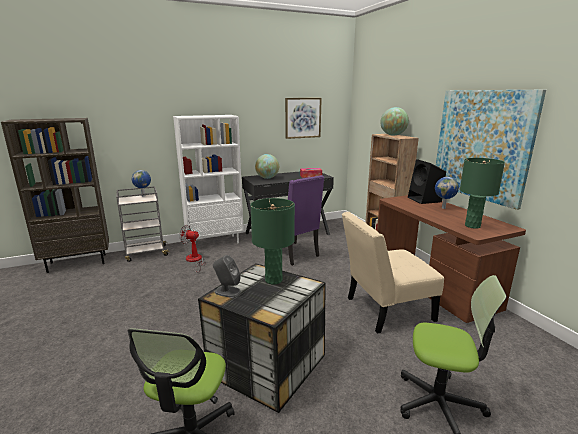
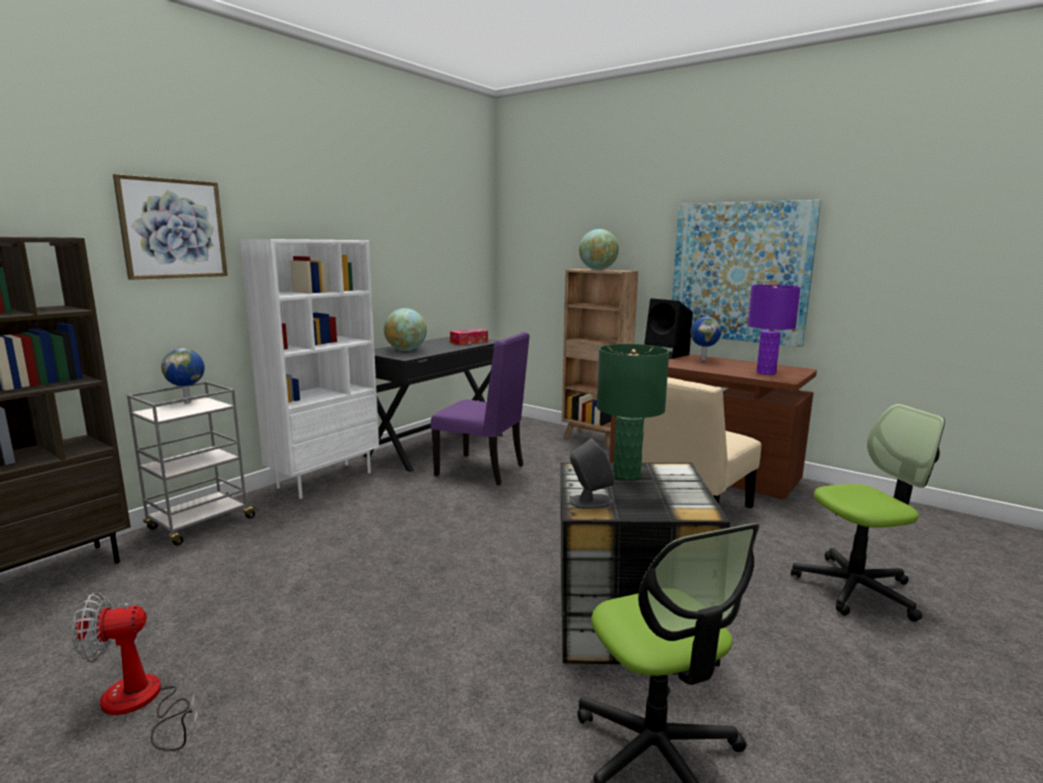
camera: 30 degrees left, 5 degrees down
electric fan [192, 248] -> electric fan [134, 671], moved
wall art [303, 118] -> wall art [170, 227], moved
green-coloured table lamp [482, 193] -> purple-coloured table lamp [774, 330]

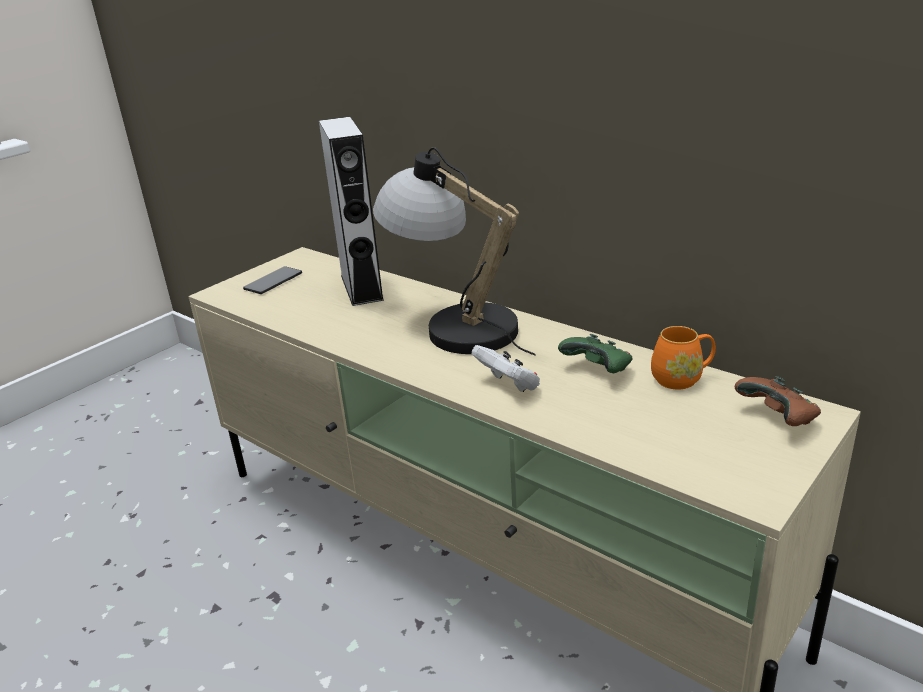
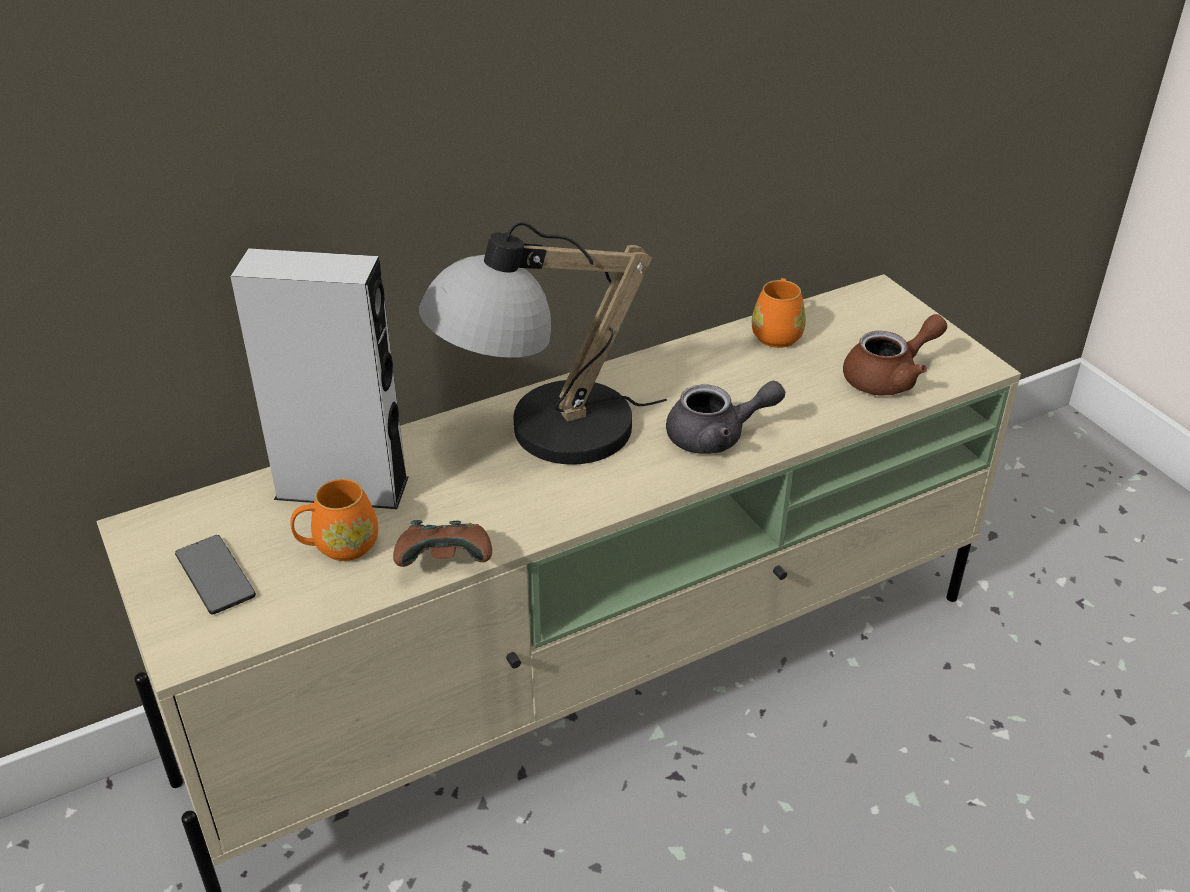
camera: 70 degrees left, 10 degrees up
white-coloured game controller [506, 368] -> greyish pot for tea [725, 417]
green-coloured game controller [595, 353] -> none
brown game controller [778, 401] -> brown game controller [442, 543], moved
none -> orangey coffee mug [334, 520]
none -> brown pot for tea [895, 355]

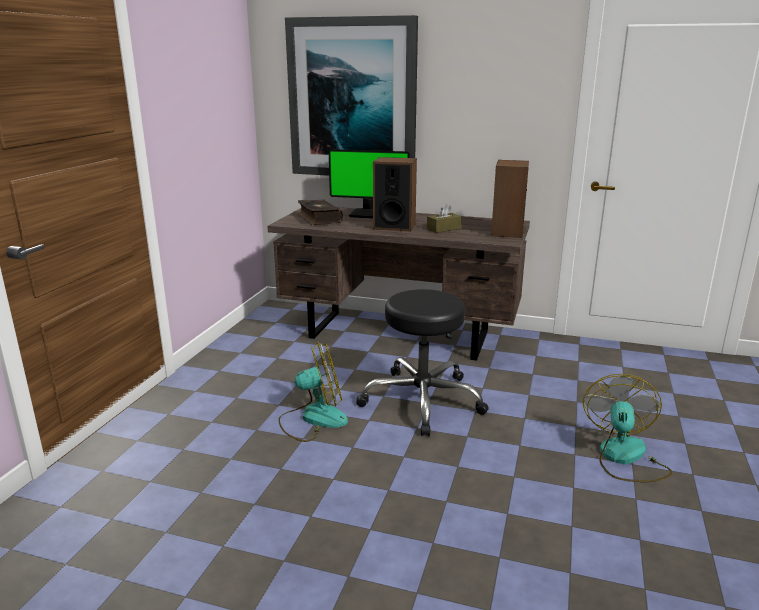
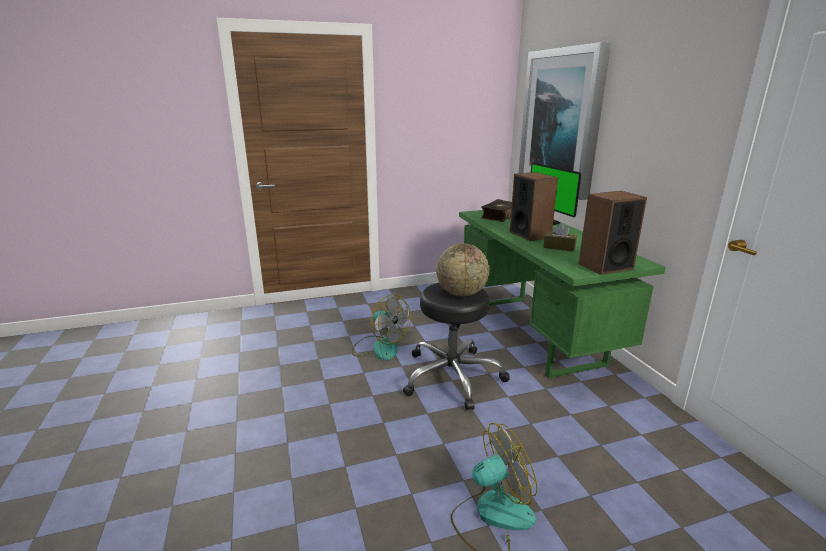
camera: 55 degrees right, 0 degrees up
brown desk unit [398, 284] -> green-coloured desk unit [562, 294]
none -> world globe [463, 270]

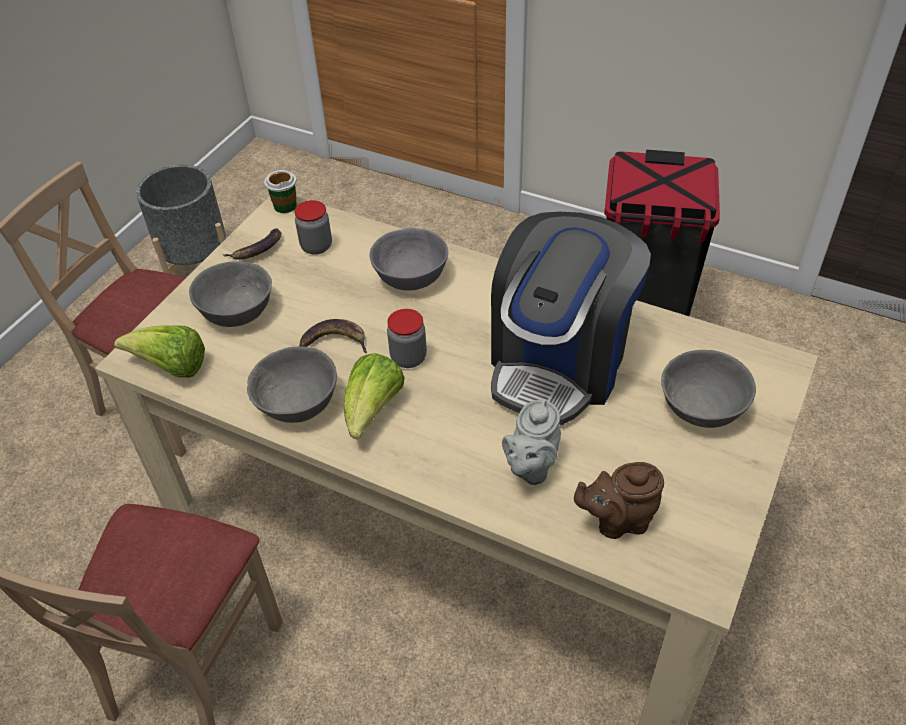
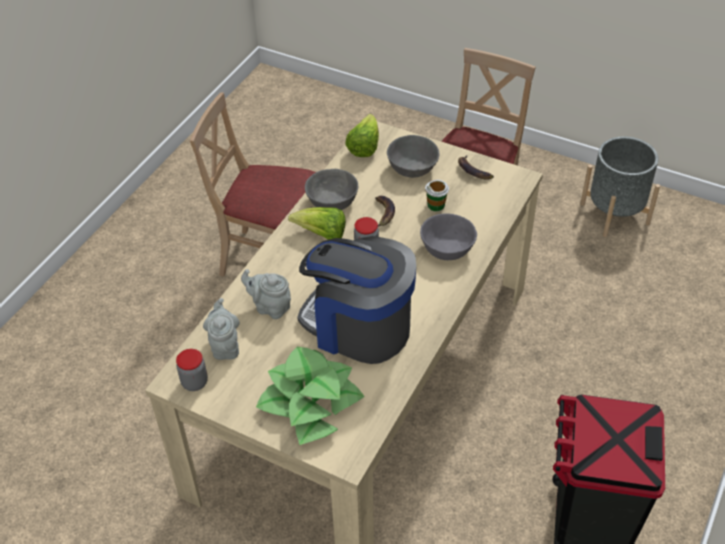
camera: 90 degrees right, 0 degrees up
cup [280, 191] -> cup [437, 195], moved
storage jar [313, 227] -> storage jar [192, 370], moved
brown pot for tea [619, 500] -> greyish pot for tea [221, 329]
greyish bowl [708, 389] -> houseplant [310, 396]

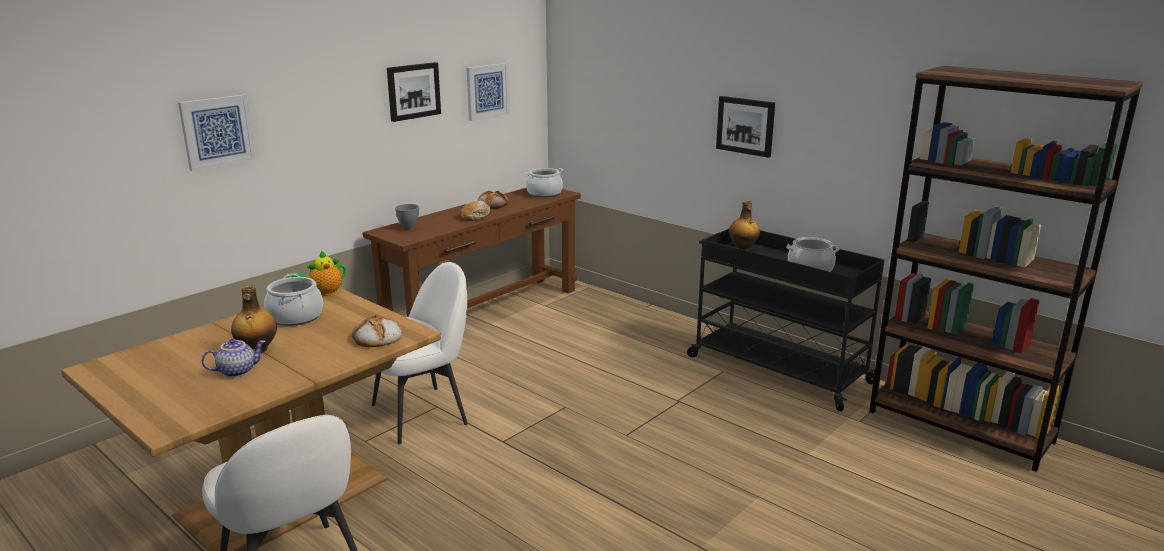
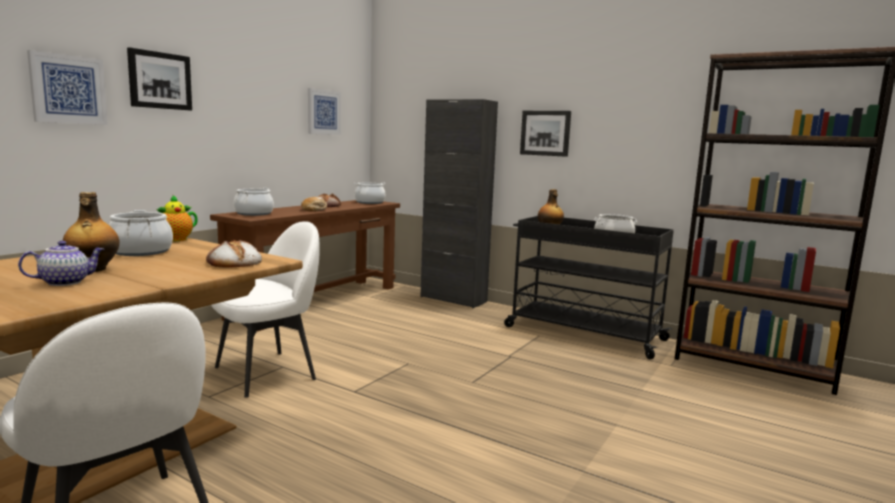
camera: 10 degrees left, 10 degrees down
wall art [414, 92] -> wall art [159, 78], moved
greyish bowl [407, 217] -> stockpot [254, 202]
none -> black-coloured cabinet [459, 203]

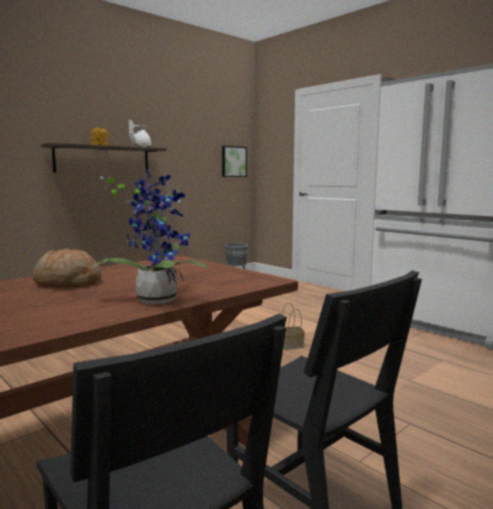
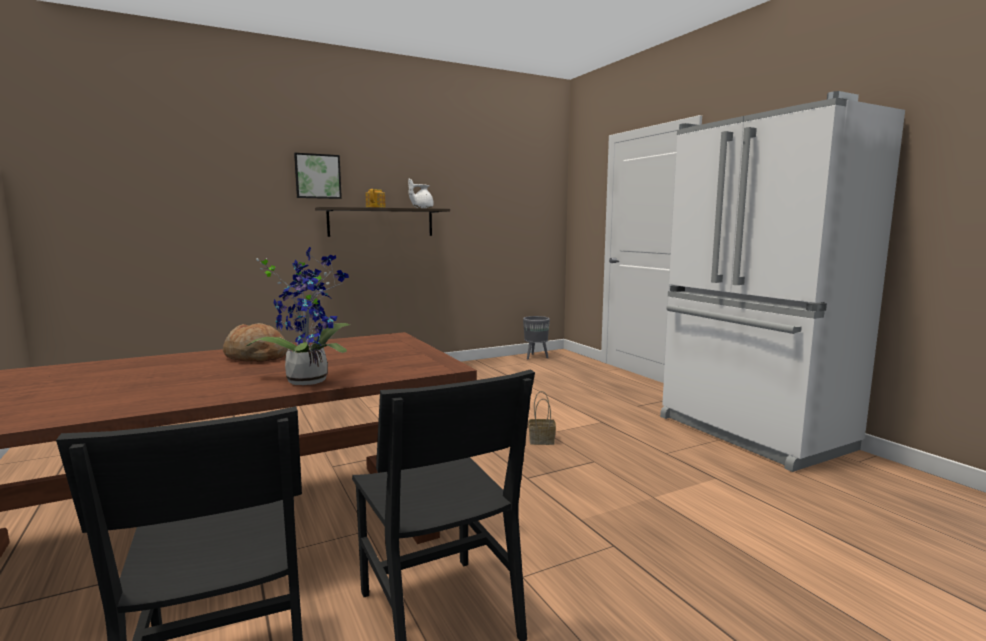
camera: 15 degrees right, 0 degrees up
wall art [234, 161] -> wall art [318, 176], moved

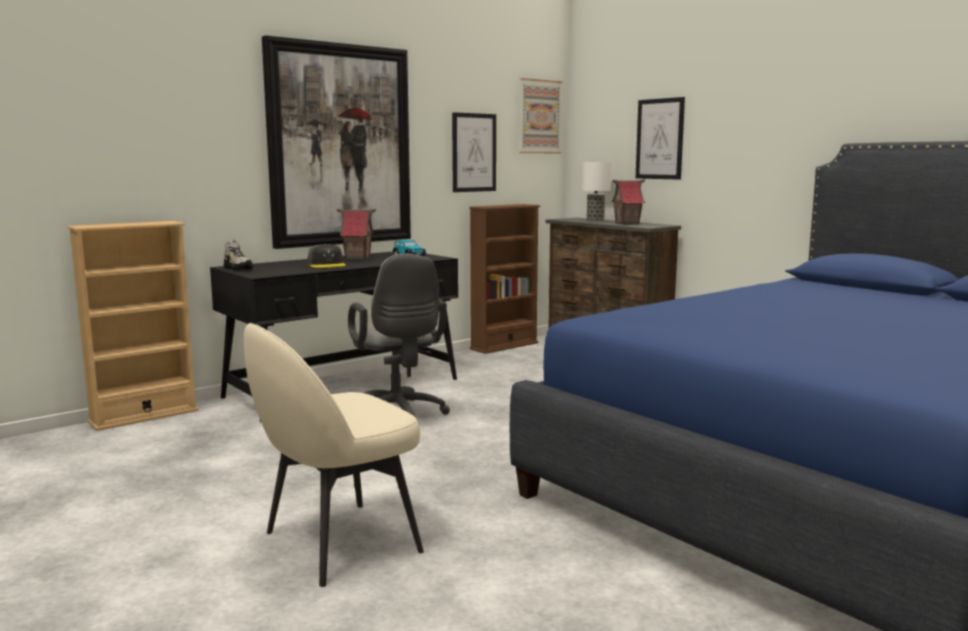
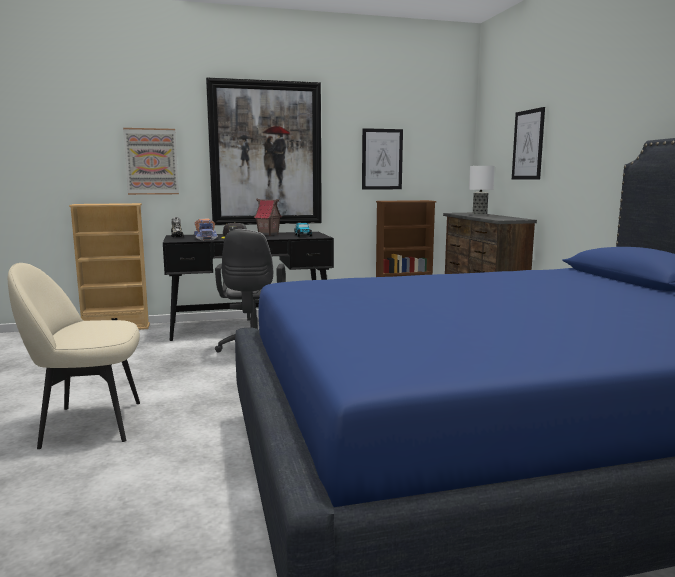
camera: 25 degrees right, 0 degrees up
wall art [541, 115] -> wall art [151, 161], moved
model house [628, 202] -> none
none -> model truck [206, 229]

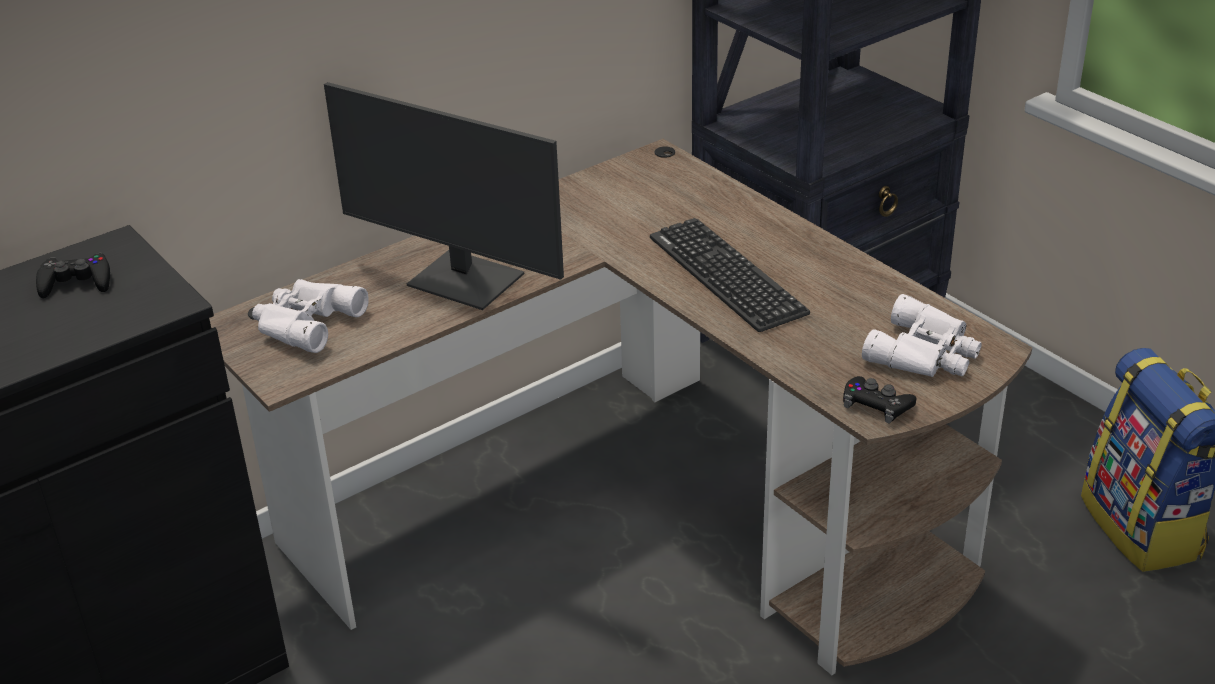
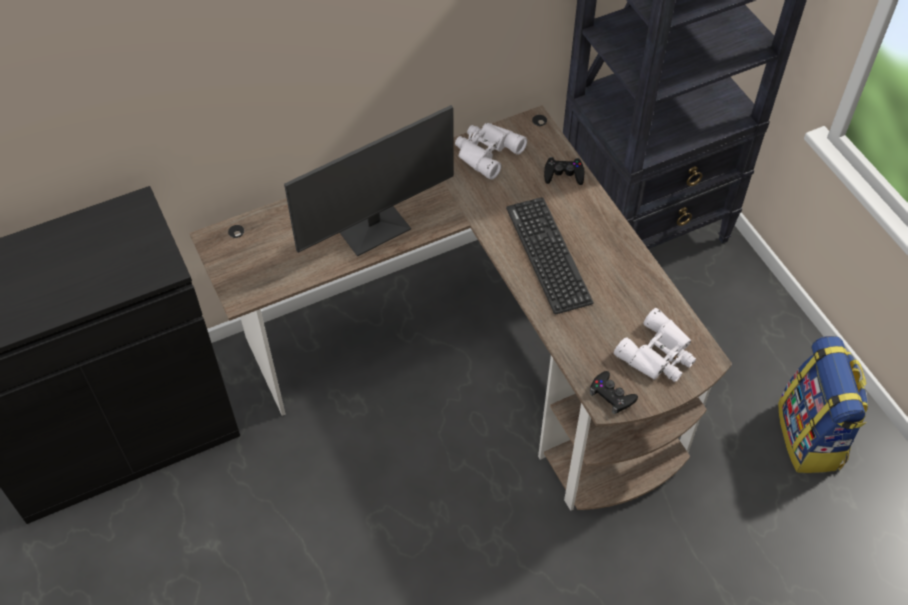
camera: 10 degrees right, 20 degrees up
black-coloured game controller [73, 275] -> black-coloured game controller [564, 171], moved
white-coloured field glasses [310, 316] -> white-coloured field glasses [491, 151], moved
computer screen [444, 196] -> computer screen [368, 180], 75 degrees counterclockwise

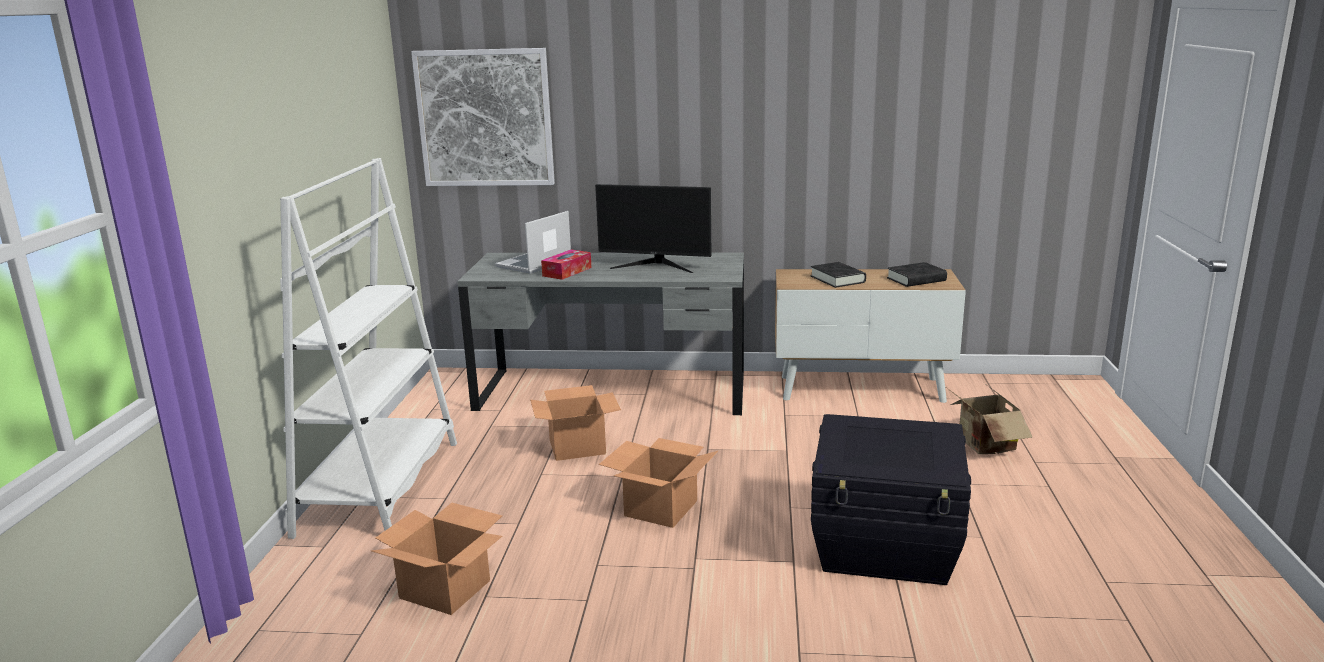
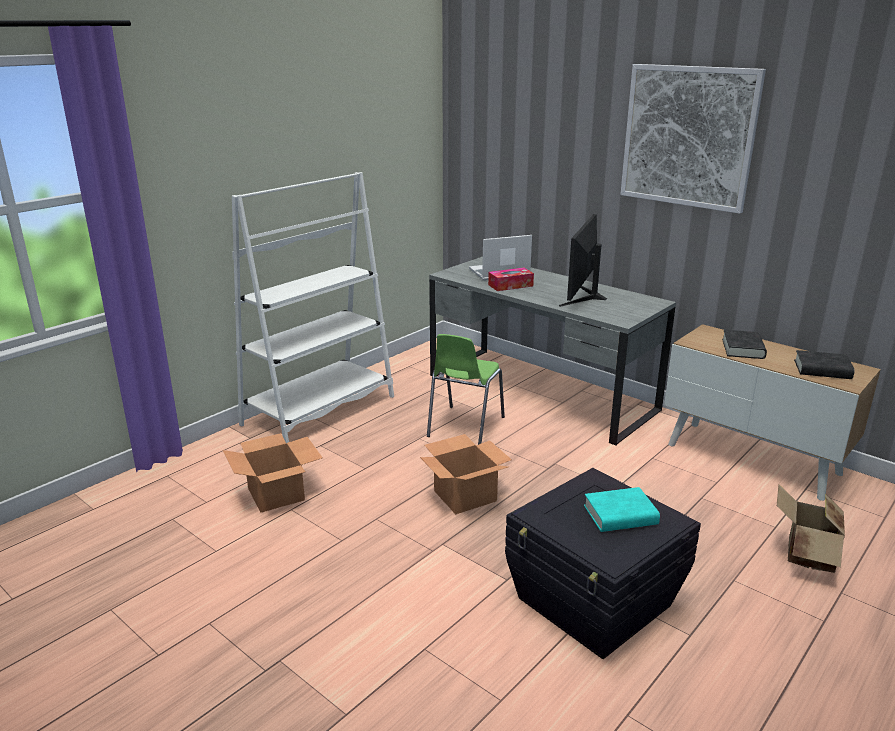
camera: 35 degrees right, 5 degrees up
wall art [483, 117] -> wall art [693, 139], moved
carton [575, 423] -> green-coloured plain chair [466, 389]
computer screen [653, 228] -> computer screen [583, 260], 60 degrees clockwise
none -> turquoise-coloured volume [622, 509]

